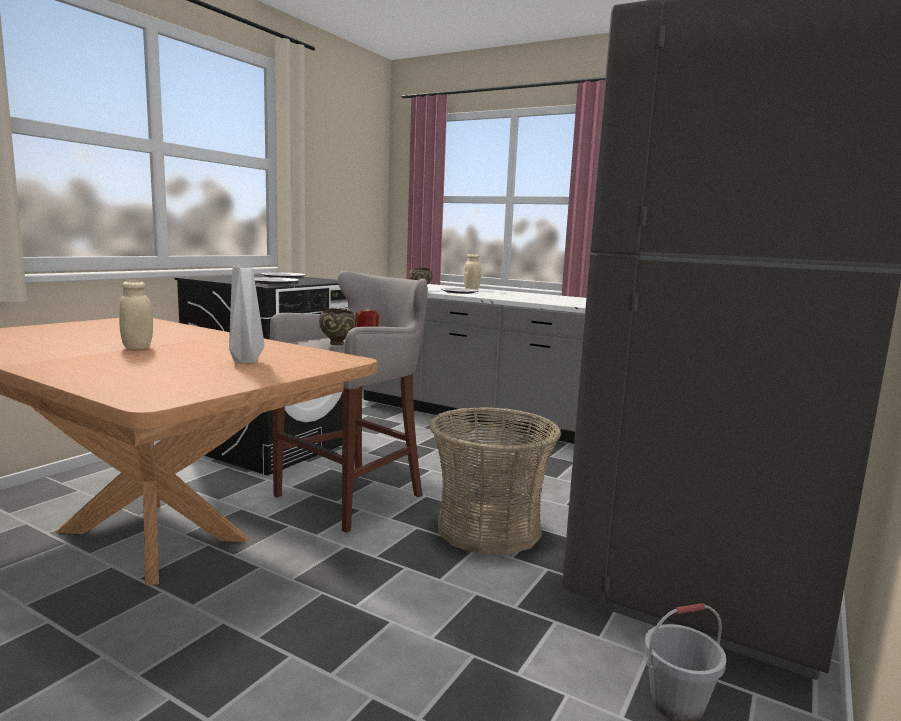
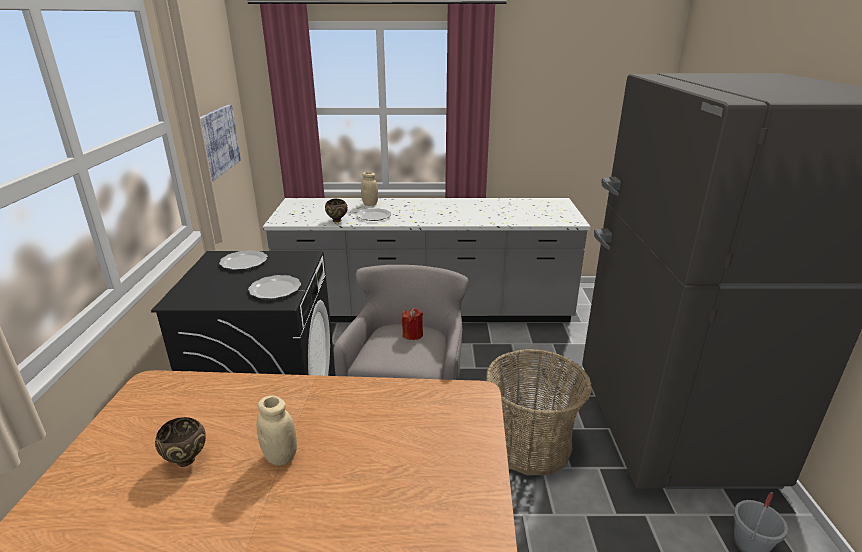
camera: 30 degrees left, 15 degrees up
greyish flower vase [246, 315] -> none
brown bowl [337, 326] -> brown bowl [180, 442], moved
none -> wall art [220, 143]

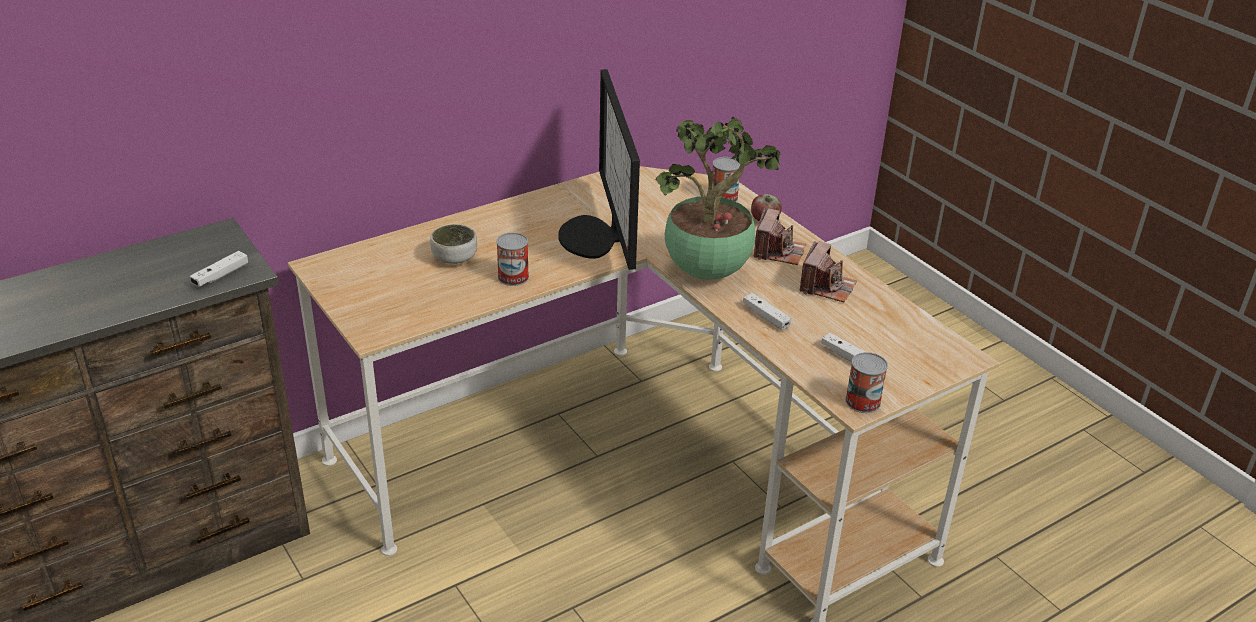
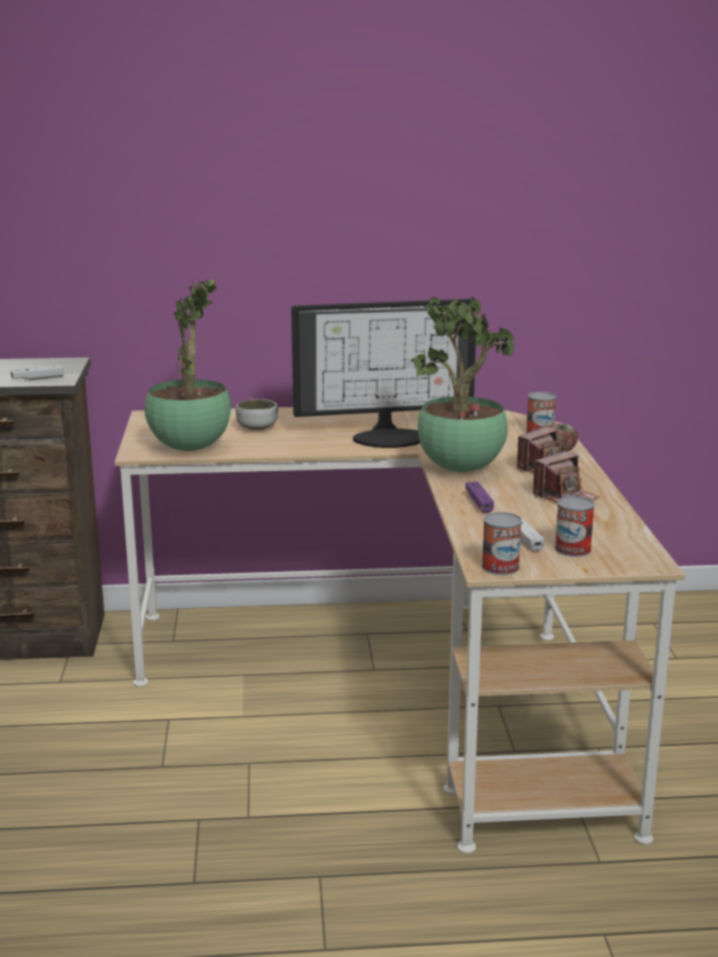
camera: 30 degrees right, 15 degrees down
can [512, 259] -> can [575, 526], moved
computer screen [599, 169] -> computer screen [383, 373], 120 degrees counterclockwise
white-coloured game controller [767, 311] -> purple-coloured game controller [479, 497]
none -> houseplant [187, 364]

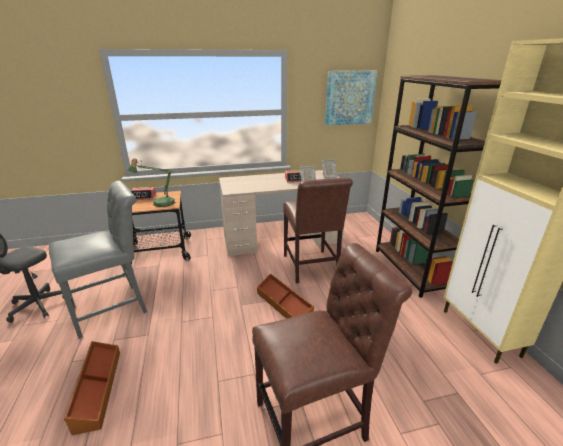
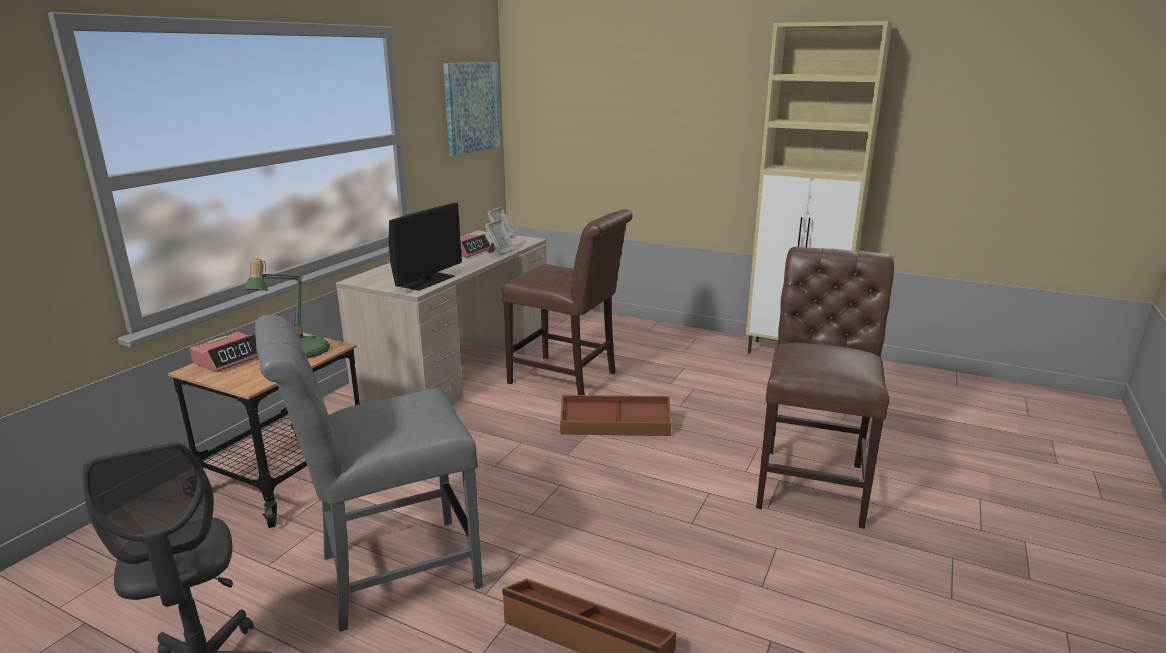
camera: 50 degrees left, 5 degrees down
greyish plain chair [98, 260] -> greyish plain chair [369, 473], 120 degrees counterclockwise
brown bookcase [438, 186] -> none
none -> computer screen [425, 247]

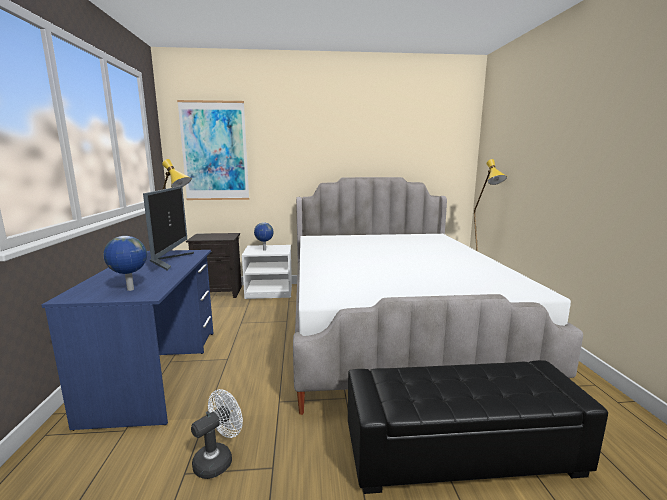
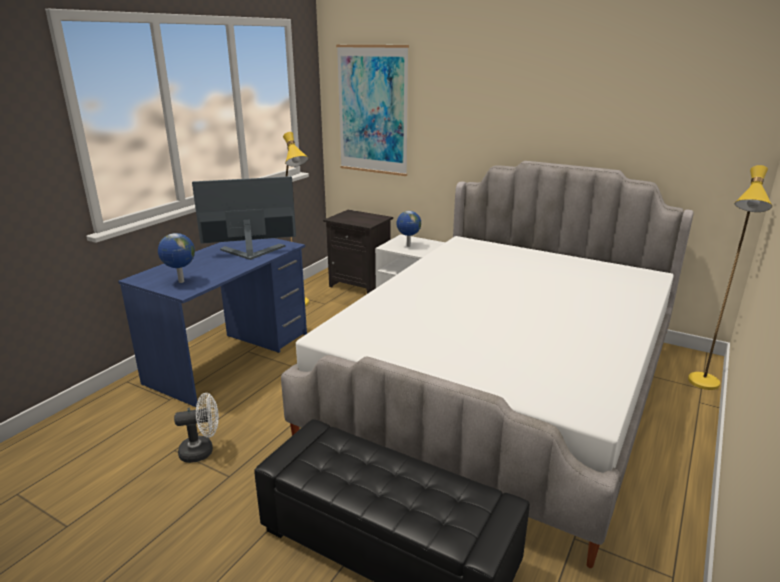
camera: 35 degrees right, 10 degrees up
computer screen [168, 228] -> computer screen [244, 218], 135 degrees counterclockwise

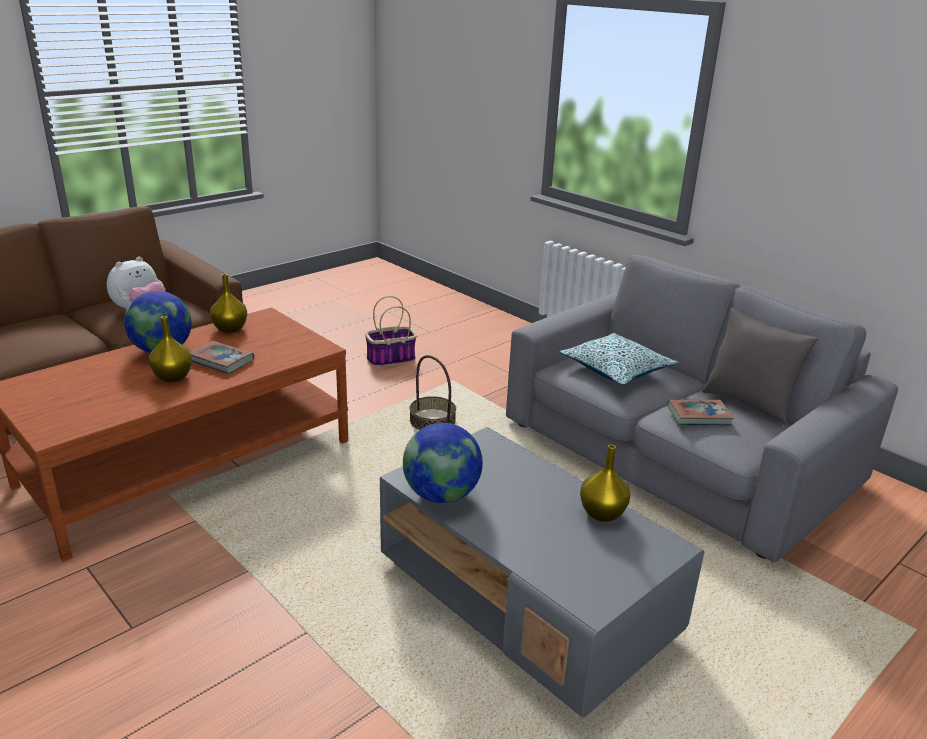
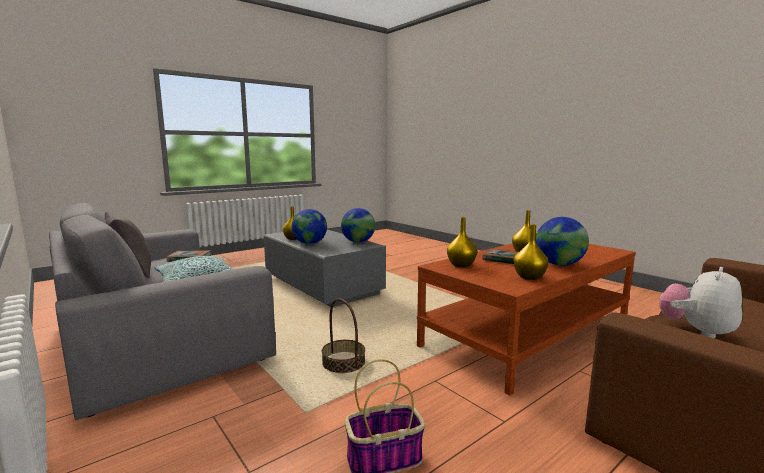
camera: 175 degrees left, 15 degrees down
none -> world globe [309, 226]
none -> yellow flower vase [462, 242]

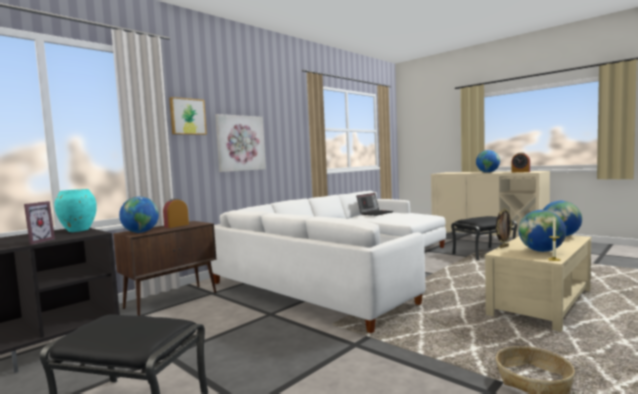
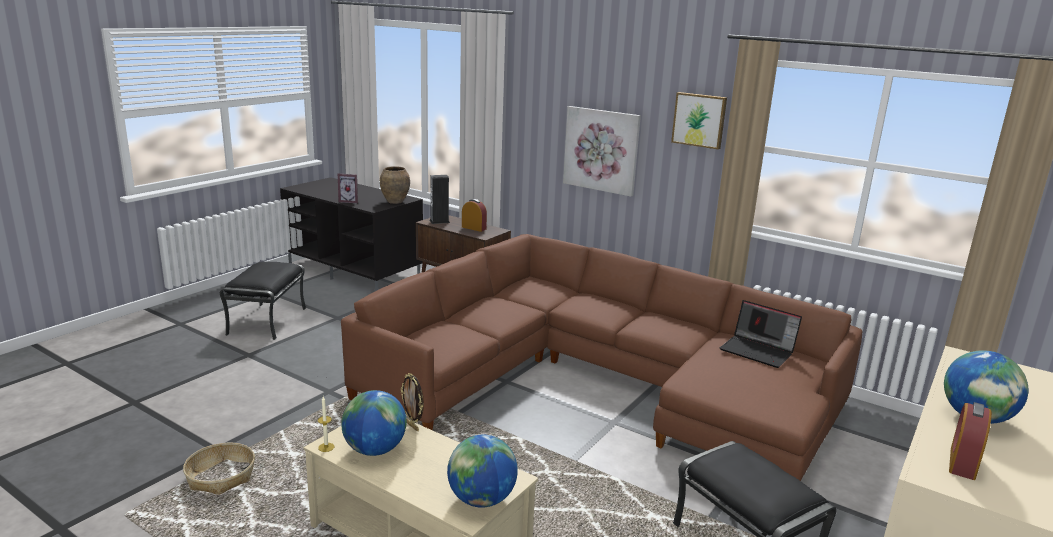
camera: 80 degrees right, 15 degrees up
turquoise-coloured flower vase [75, 210] -> brown flower vase [395, 185]
world globe [139, 215] -> audio speaker [439, 199]
wall art [188, 116] -> wall art [699, 120], moved
white-coloured settee [328, 262] -> brown settee [601, 357]

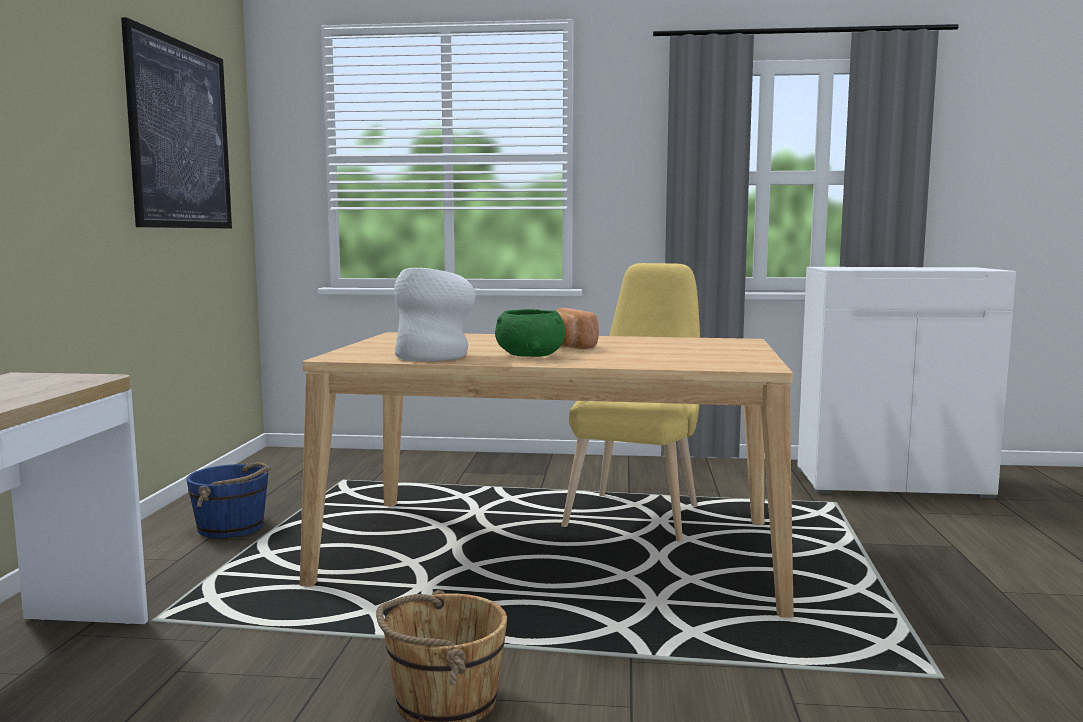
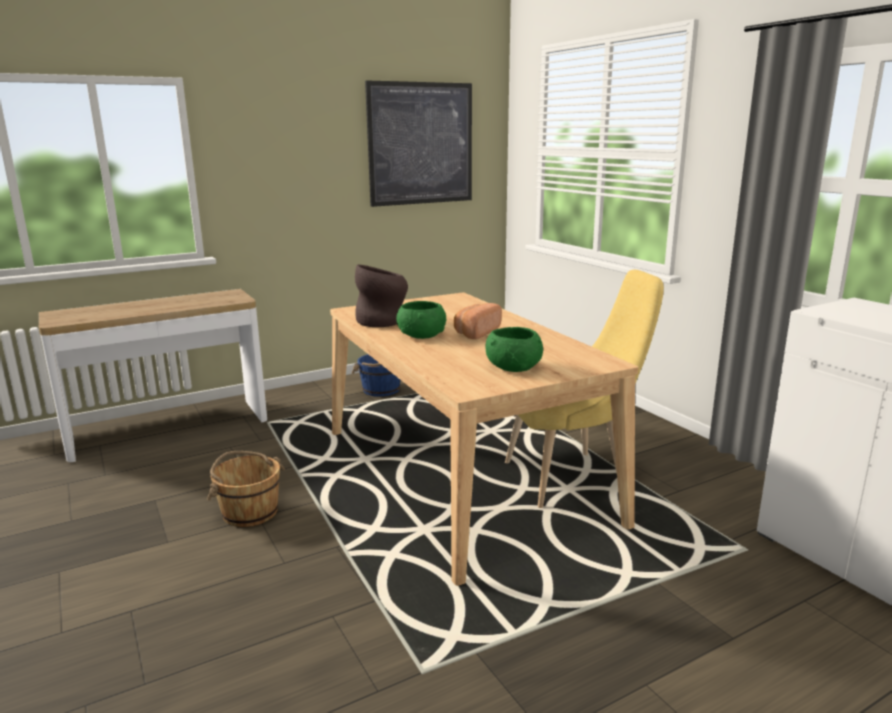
camera: 55 degrees right, 10 degrees up
white-coloured flower vase [434, 314] -> brown flower vase [381, 296]
none -> green-coloured bowl [514, 349]

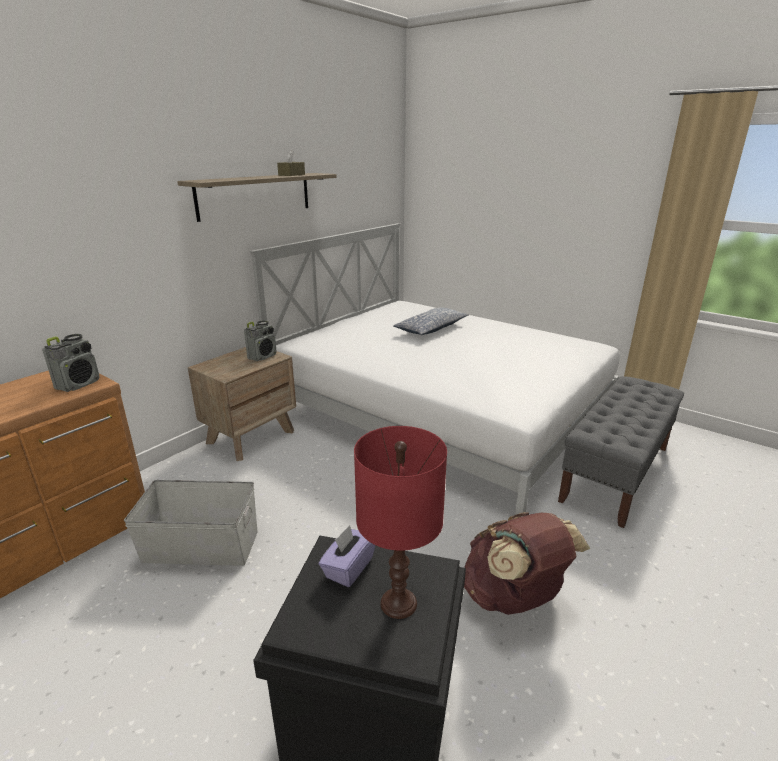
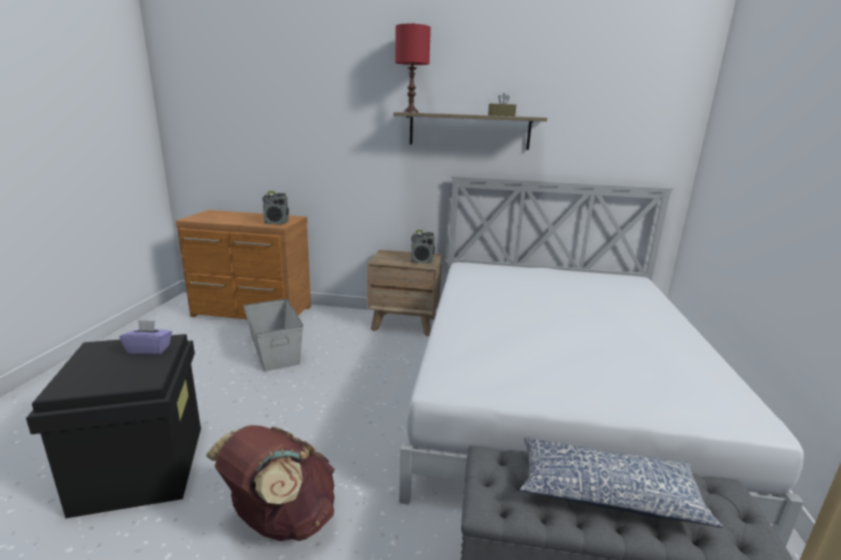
camera: 60 degrees right, 5 degrees down
red table lamp [400, 522] -> red table lamp [413, 68], moved
throw pillow [431, 321] -> throw pillow [621, 482], moved

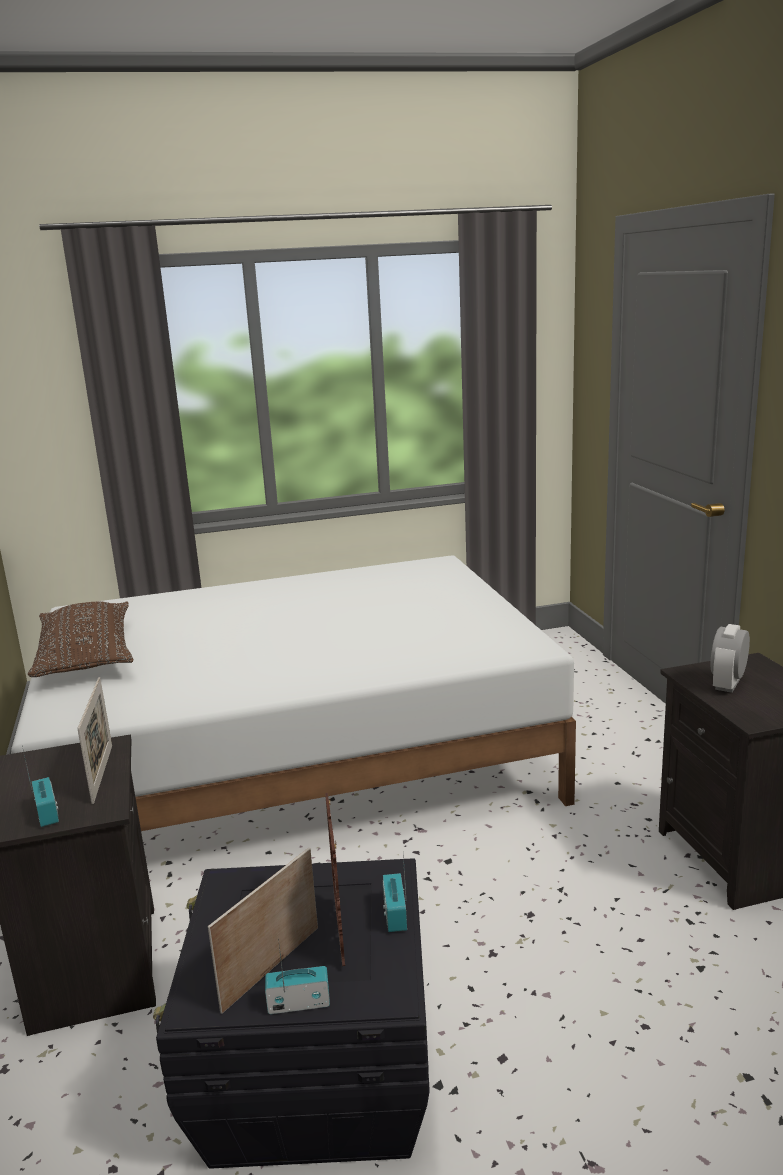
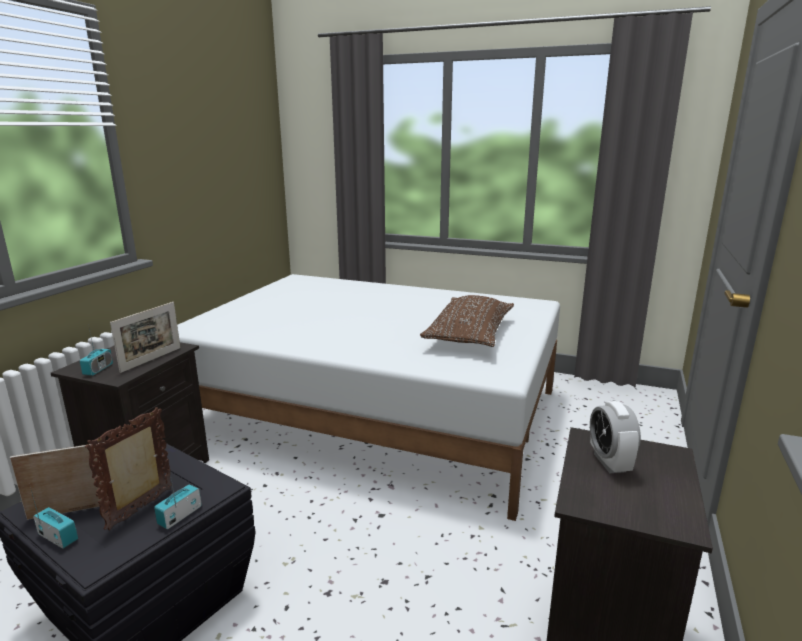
camera: 35 degrees right, 0 degrees up
brown throw pillow [80, 639] -> brown throw pillow [467, 321], moved
alarm clock [730, 658] -> alarm clock [615, 437], 75 degrees counterclockwise

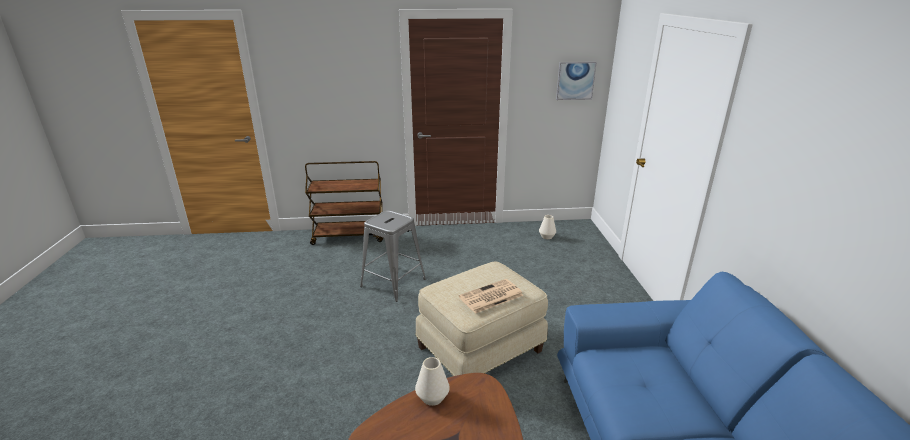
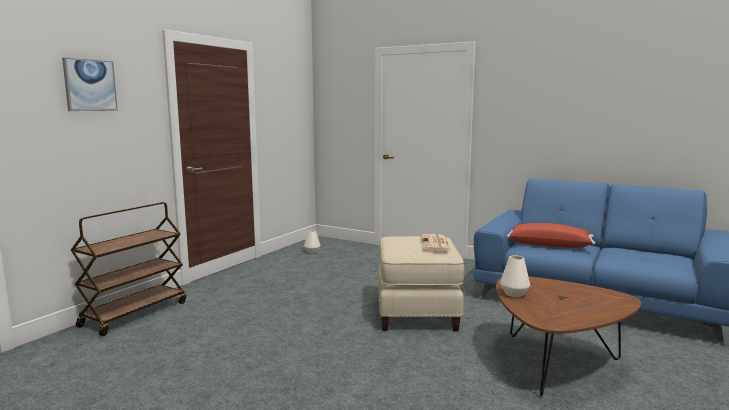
camera: 55 degrees left, 15 degrees down
greyish sitting stool [393, 256] -> none
wall art [576, 81] -> wall art [90, 84], moved
none -> red throw pillow [551, 235]

